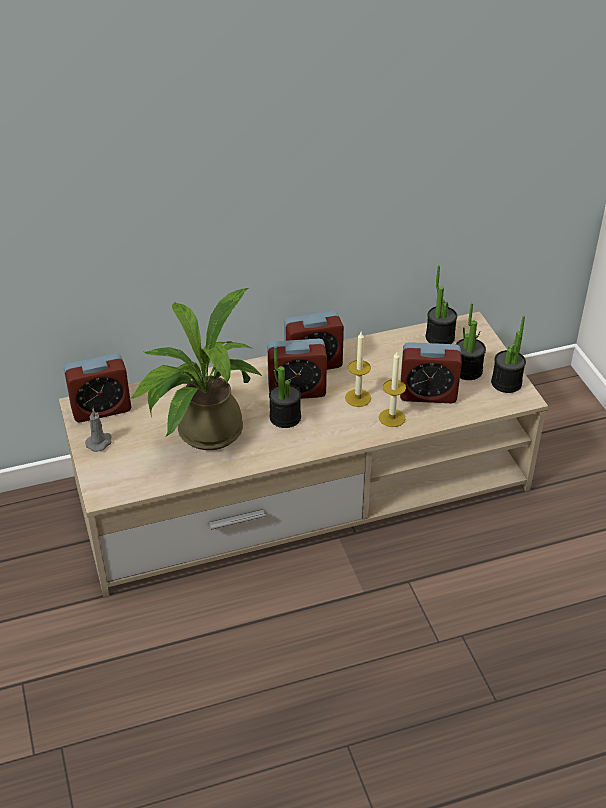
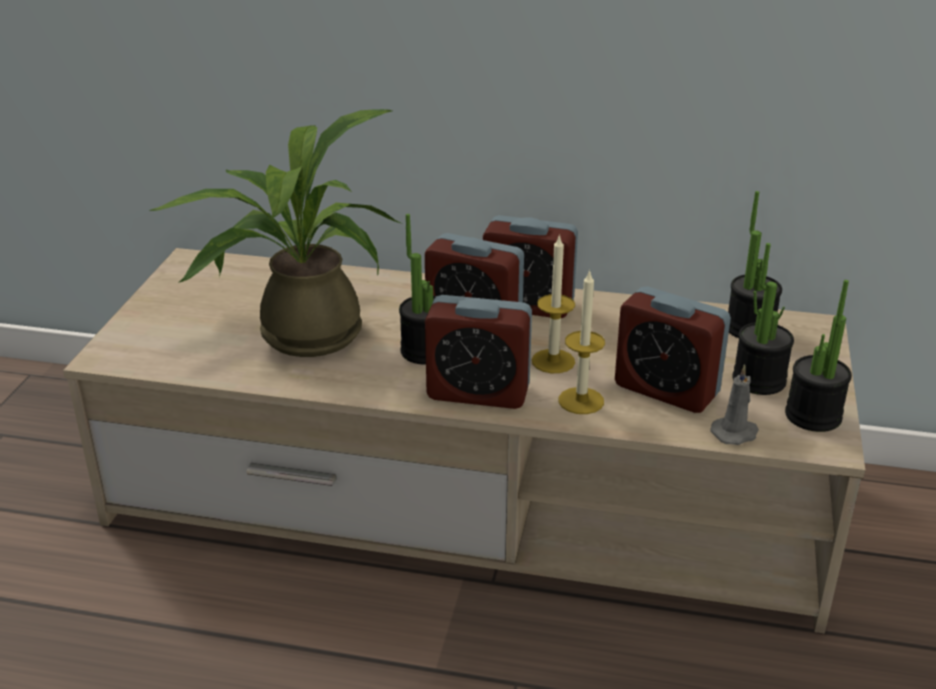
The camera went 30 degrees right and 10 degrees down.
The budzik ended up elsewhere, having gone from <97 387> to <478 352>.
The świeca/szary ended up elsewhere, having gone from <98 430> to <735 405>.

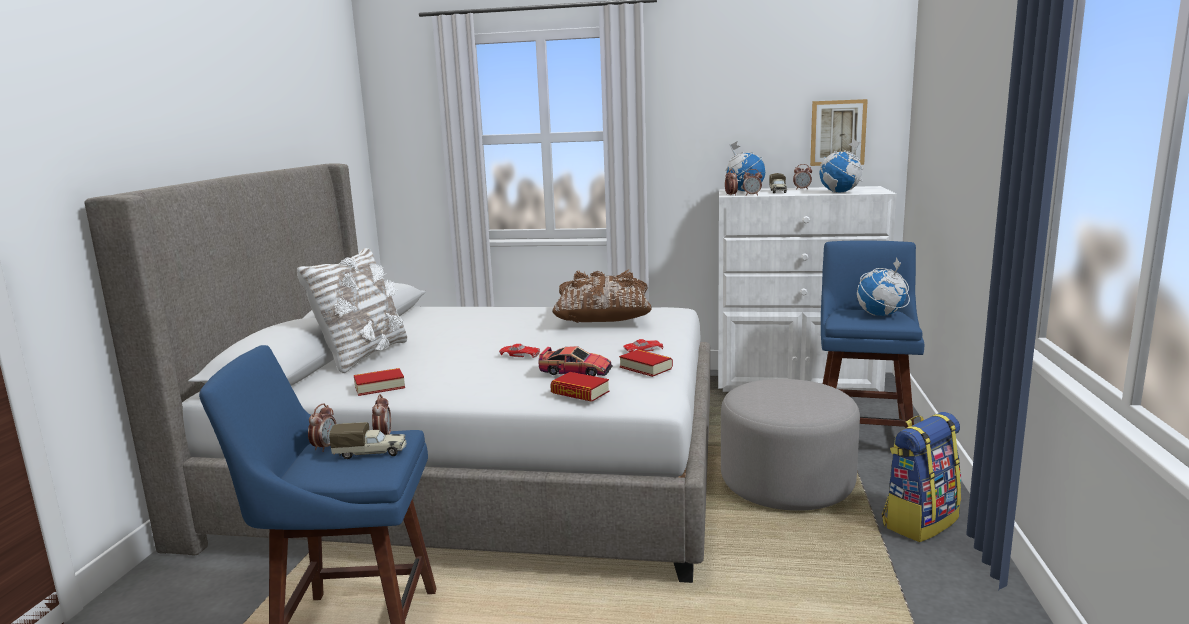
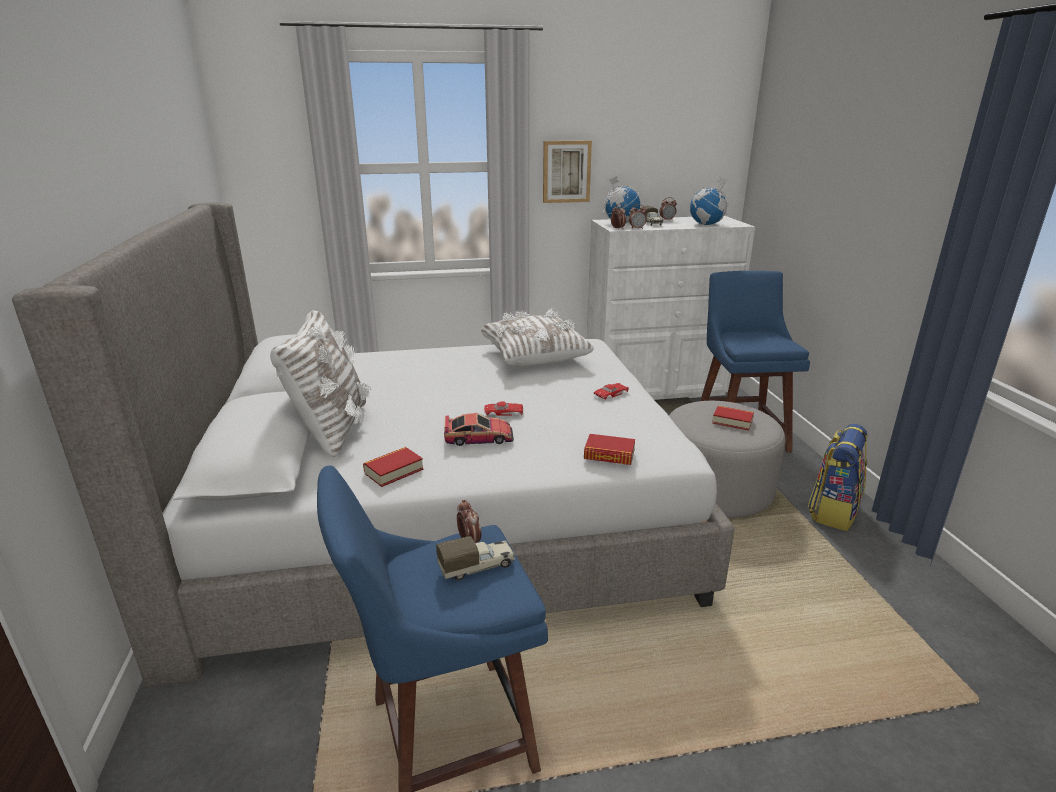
The camera went 20 degrees left and 10 degrees up.
The second view lost the budzik at <322 427>.
The samochodzik ended up elsewhere, having gone from <575 361> to <479 429>.
What was the poduszka/brązowy at <602 296> turned into the poduszka/biały at <537 337>.
The książka ended up elsewhere, having gone from <646 363> to <733 418>.
The obraz ended up elsewhere, having gone from <839 132> to <567 172>.
The second view lost the globus at <883 286>.

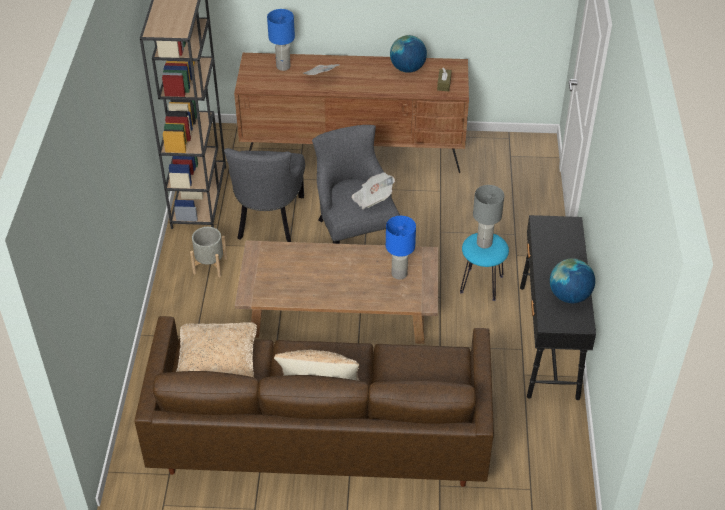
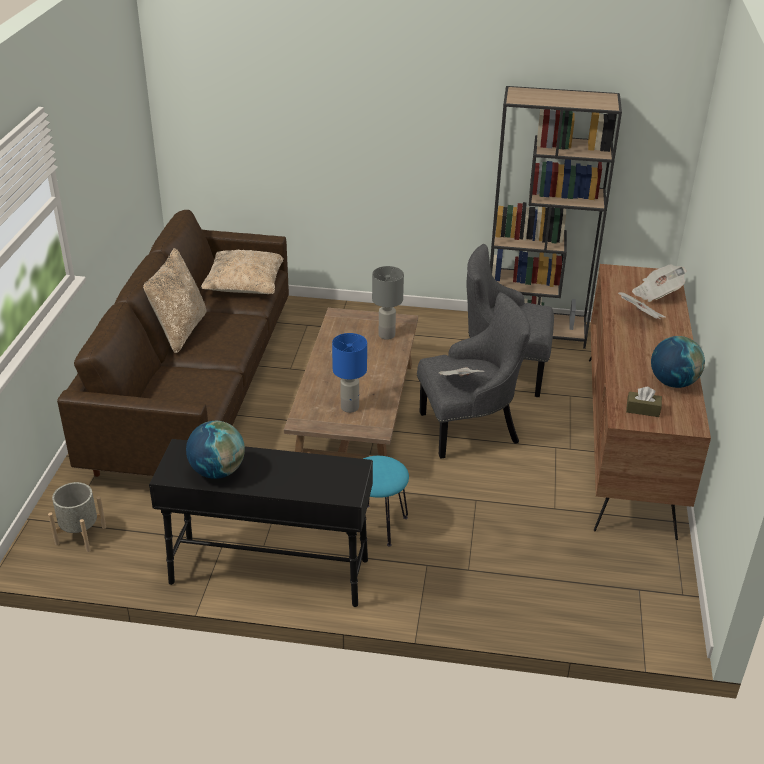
The camera went 95 degrees right and 10 degrees down.
The donica/szary ended up elsewhere, having gone from <208 252> to <77 517>.
Where the lampa stołowa/niebieski stood at <281 40>, the gazeta came to stand at <659 283>.
The lampa stołowa/szary ended up elsewhere, having gone from <488 216> to <388 303>.

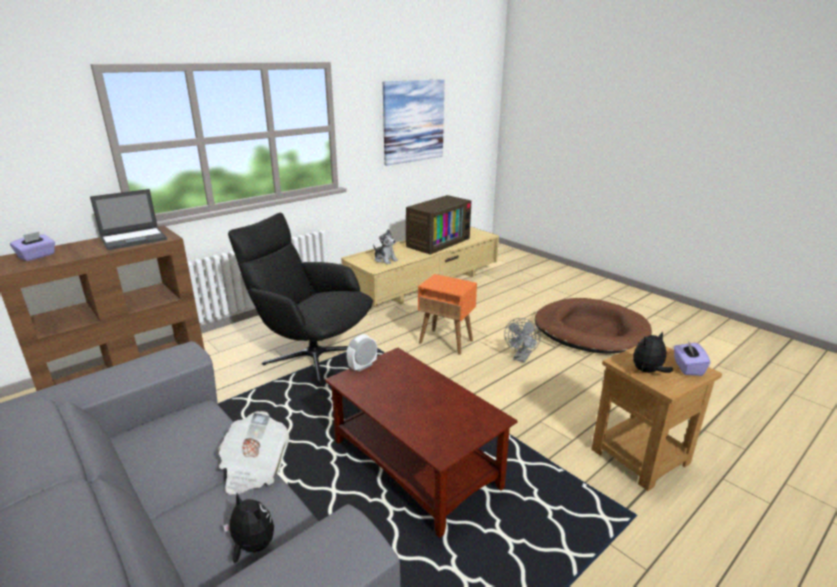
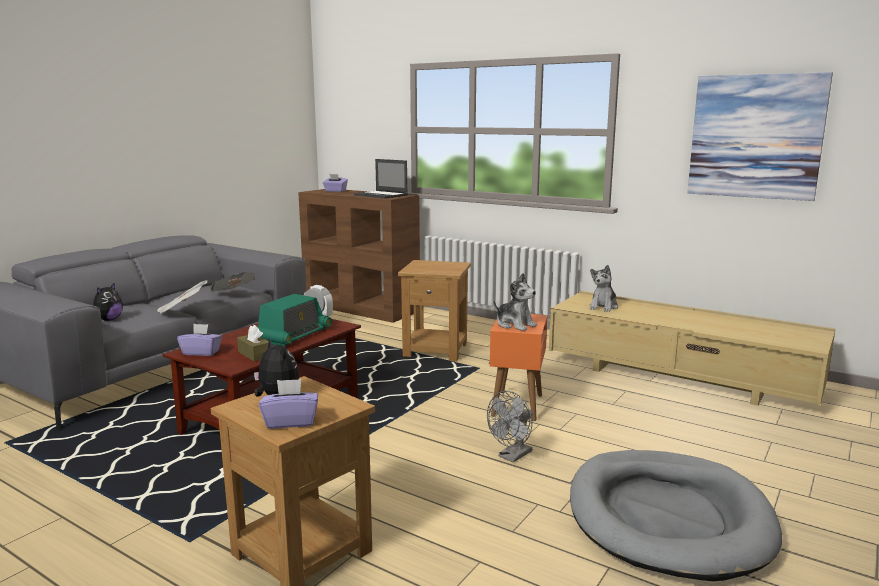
The camera went 75 degrees right and 10 degrees down.
Where the fotel/czarny stood at <300 298>, the stolik/brązowy came to stand at <434 311>.
The second view lost the telewizor at <439 225>.
The wentylator/szary at <522 340> ended up facing another way, 60 degrees counterclockwise from before.
What was the legowisko/brązowy at <593 326> turned into the legowisko/szary at <676 515>.
The second view gained the pudełko chusteczek/fioletowy at <199 340>.
The second view gained the gazeta at <232 281>.
The second view gained the pudełko chusteczek/brązowy at <253 343>.
The second view gained the radio at <295 320>.
The second view gained the pluszak at <515 302>.

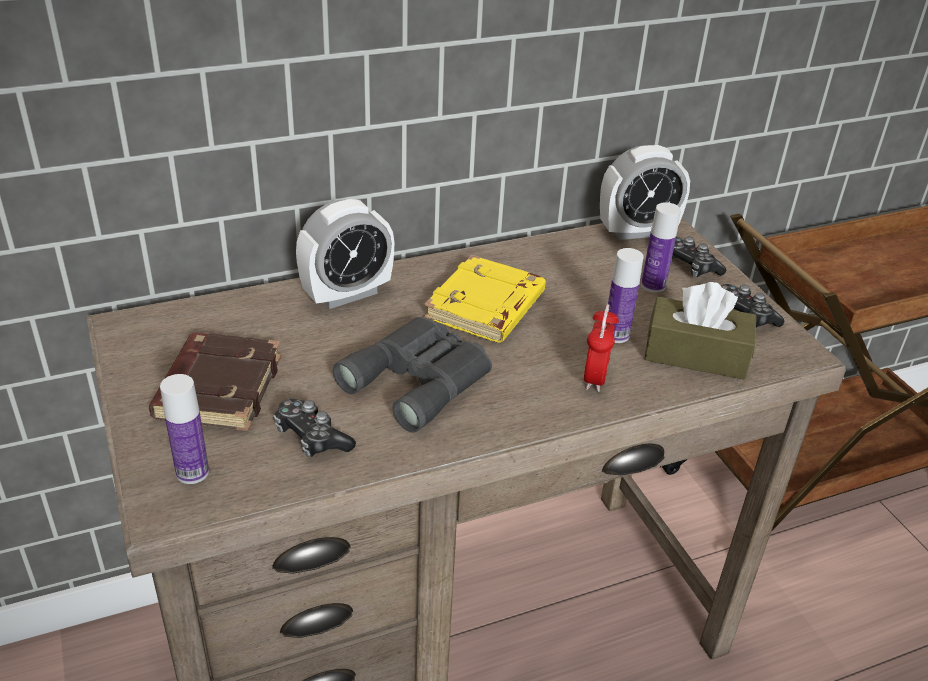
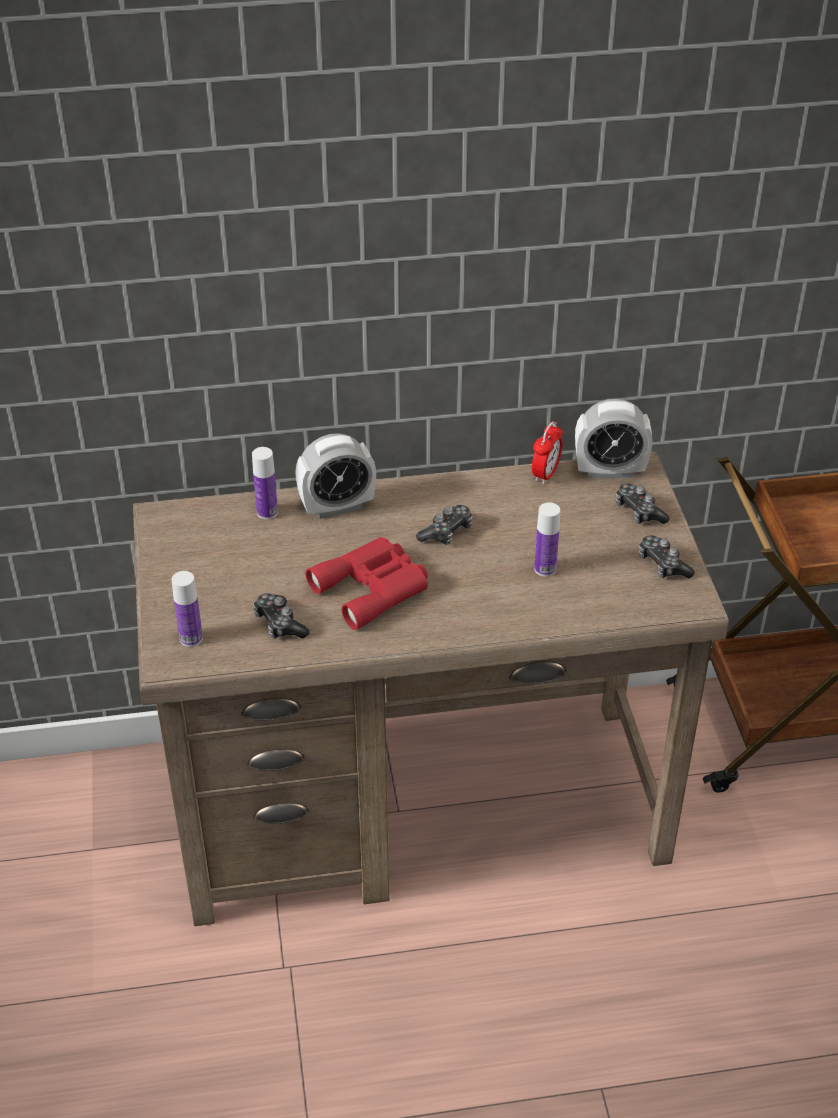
The camera went 15 degrees right and 5 degrees up.
The second view lost the książka/brązowy at <215 381>.
What was the lornetka/szary at <412 375> turned into the lornetka/czerwony at <366 583>.
Where the książka/żółty stood at <485 299>, the pad do gier came to stand at <444 525>.
The budzik ended up elsewhere, having gone from <601 348> to <547 453>.
The butelka ended up elsewhere, having gone from <661 247> to <265 483>.
The second view lost the pudełko chusteczek/brązowy at <700 330>.

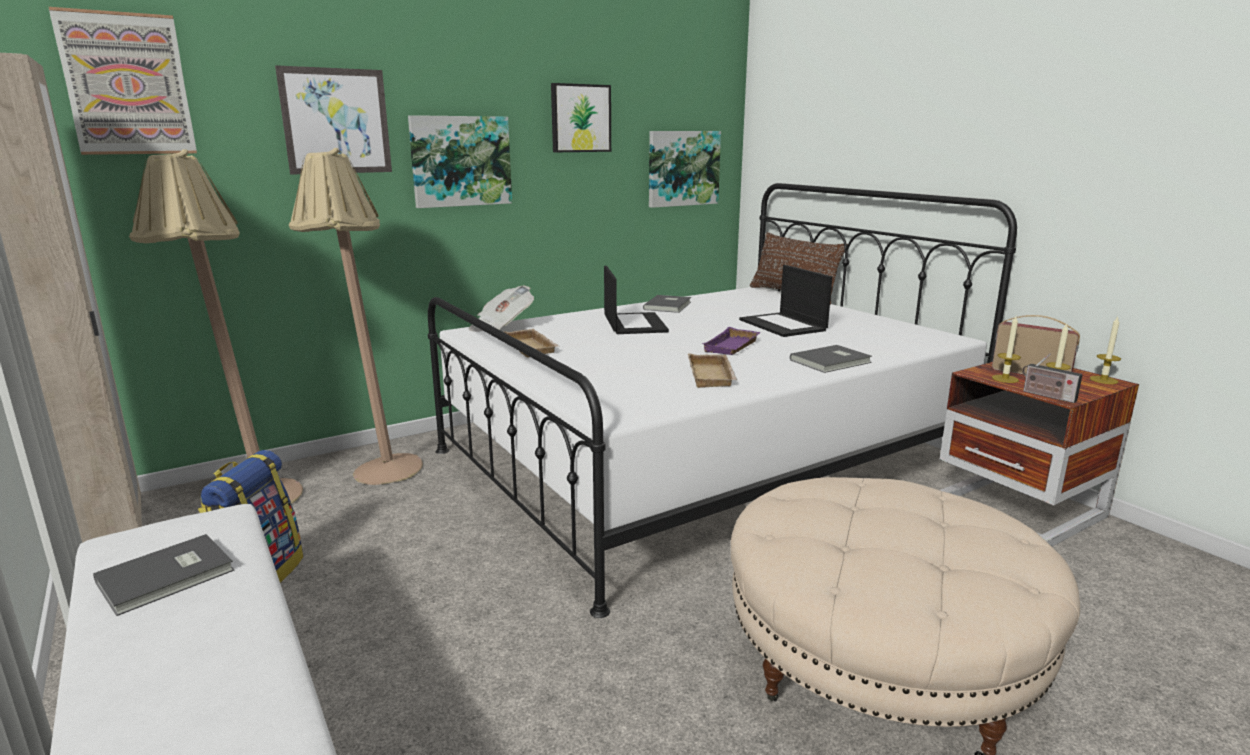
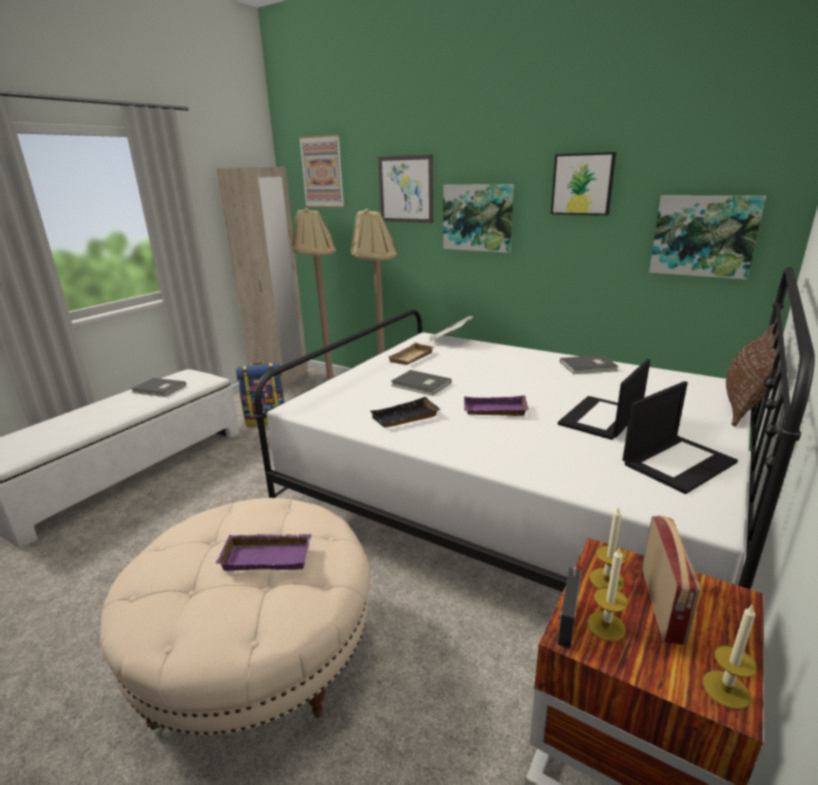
The camera went 65 degrees right and 5 degrees up.
The laptop ended up elsewhere, having gone from <636 300> to <680 437>.
What was the taca/beżowy at <712 371> turned into the taca/czarny at <405 412>.
The książka/szary ended up elsewhere, having gone from <831 359> to <421 383>.
The second view gained the taca/fioletowy at <264 552>.

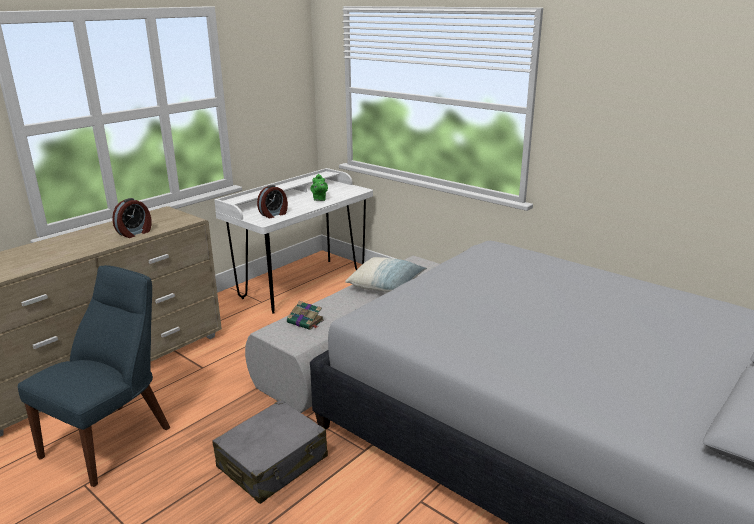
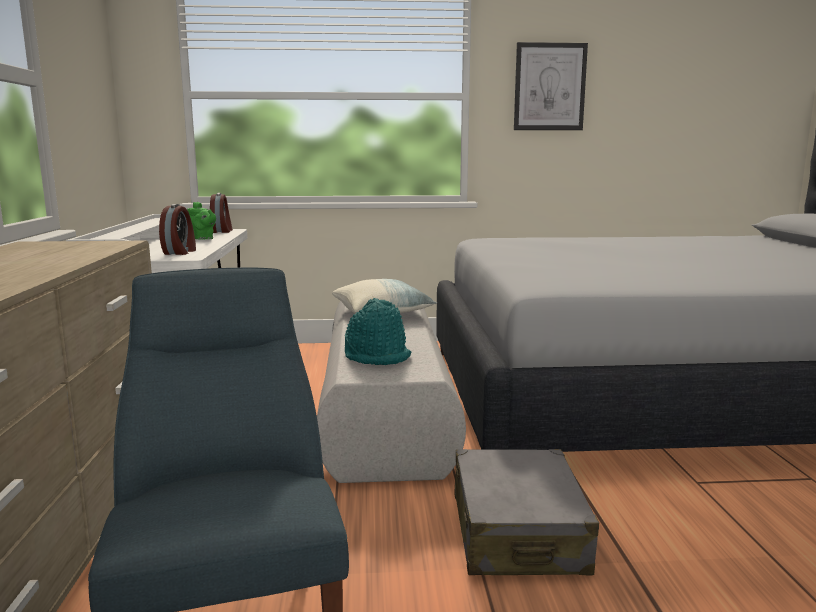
The camera went 45 degrees left and 10 degrees down.
The budzik ended up elsewhere, having gone from <132 218> to <221 213>.
Where the książka stood at <305 315>, the kapelusz/turkusowy came to stand at <378 331>.
The second view gained the obraz at <551 86>.

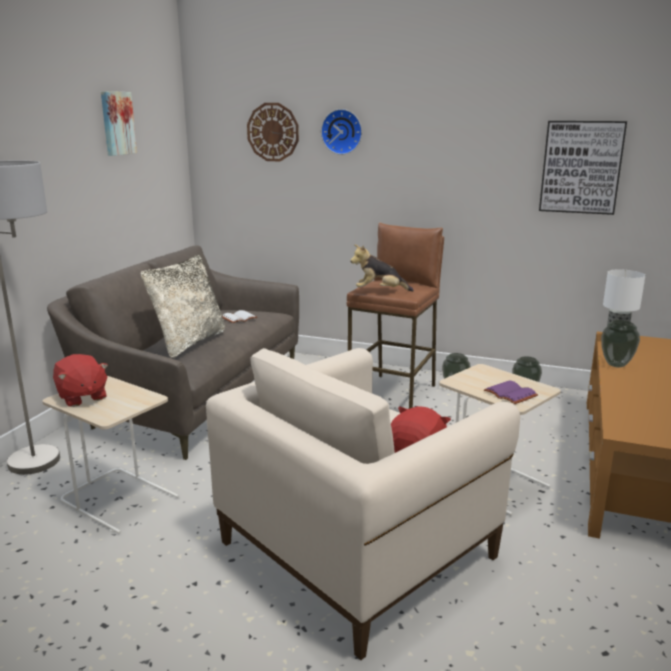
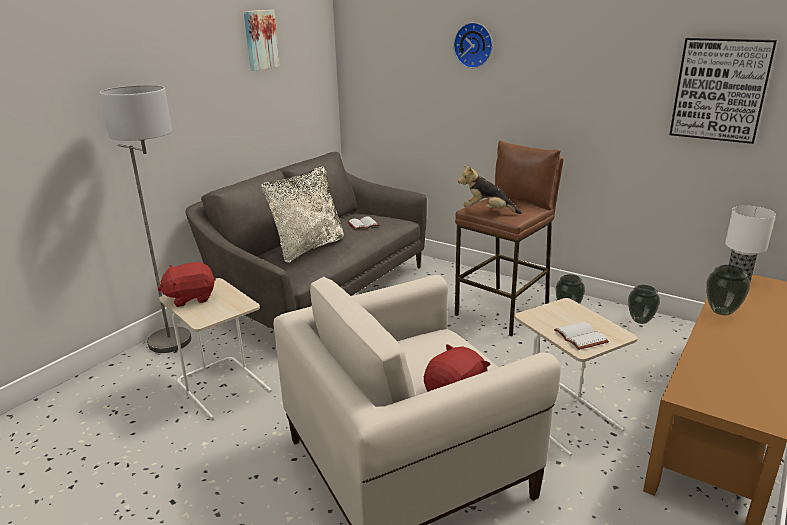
The camera went 15 degrees right and 5 degrees up.
The pluszak/czerwony at <80 380> ended up facing another way, 90 degrees clockwise from before.
The second view lost the zegar ścienny at <273 132>.
What was the książka/fioletowy at <511 392> turned into the książka/biały at <581 336>.

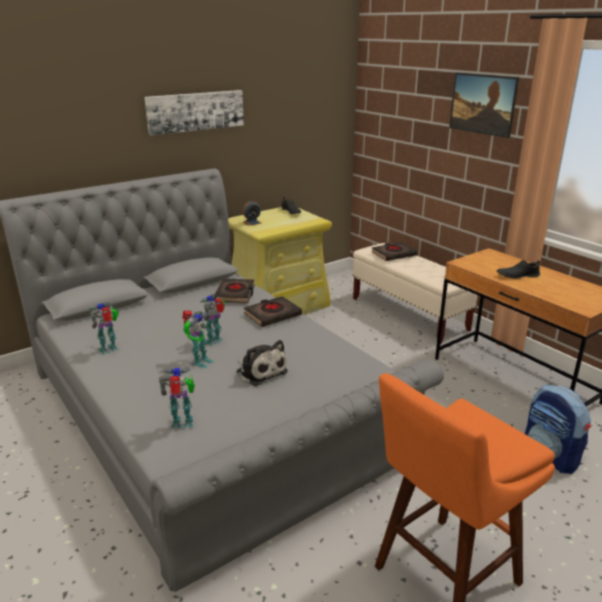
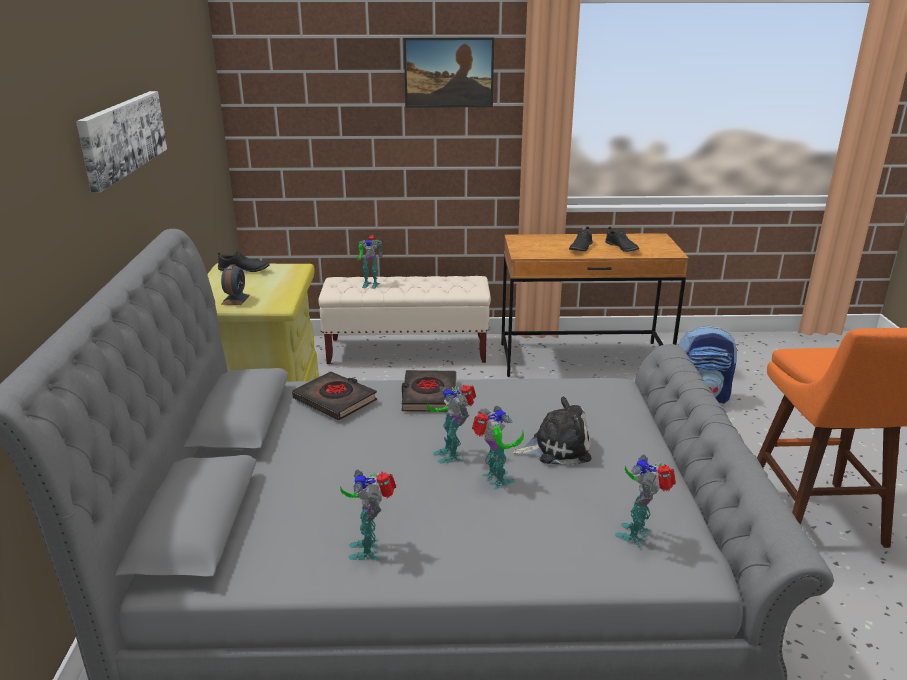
The camera went 55 degrees left and 0 degrees up.
Where the książka/czarny stood at <394 251>, the robot zabawkowy came to stand at <370 262>.
The second view gained the but/czarny at <622 239>.

